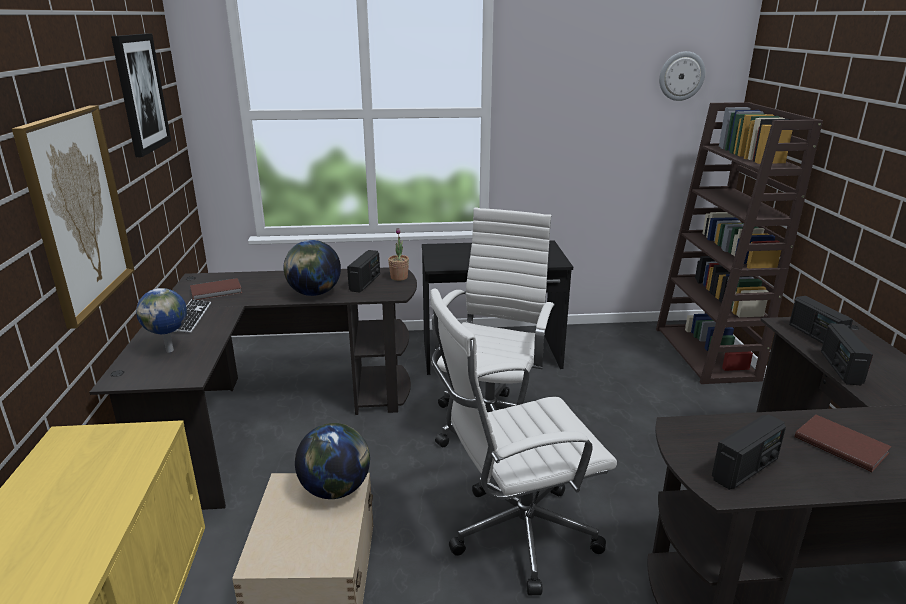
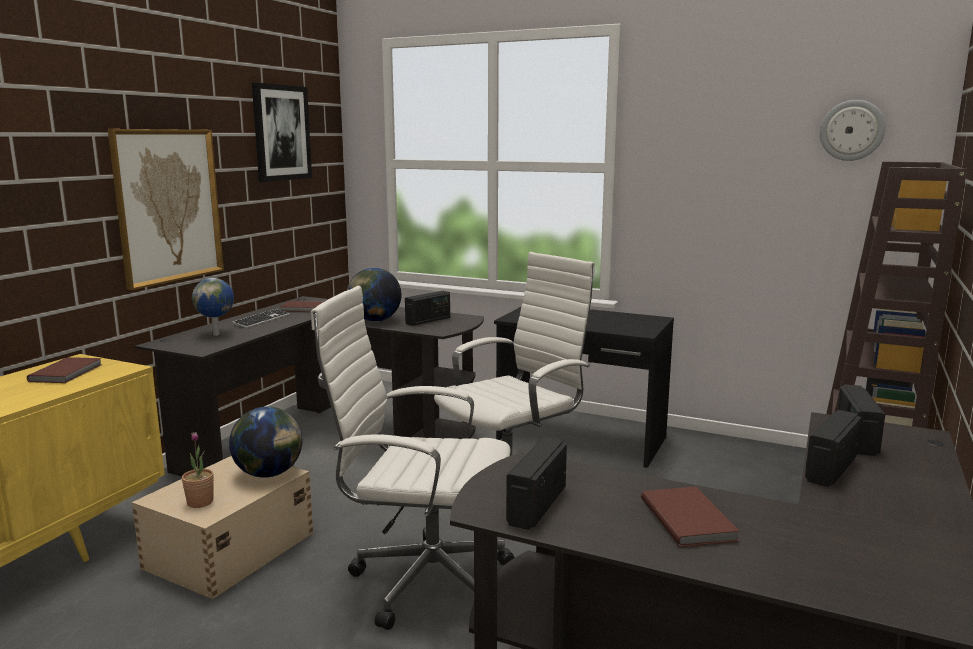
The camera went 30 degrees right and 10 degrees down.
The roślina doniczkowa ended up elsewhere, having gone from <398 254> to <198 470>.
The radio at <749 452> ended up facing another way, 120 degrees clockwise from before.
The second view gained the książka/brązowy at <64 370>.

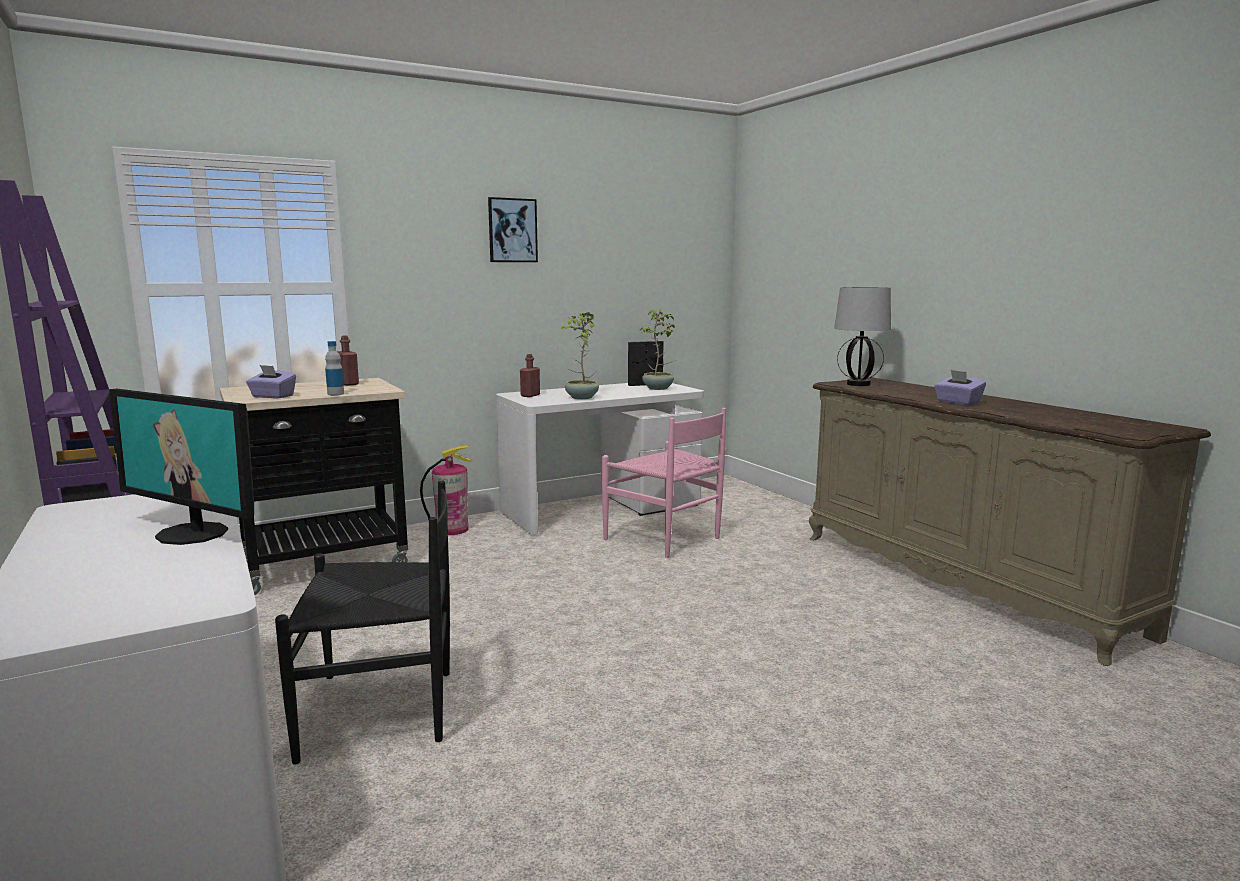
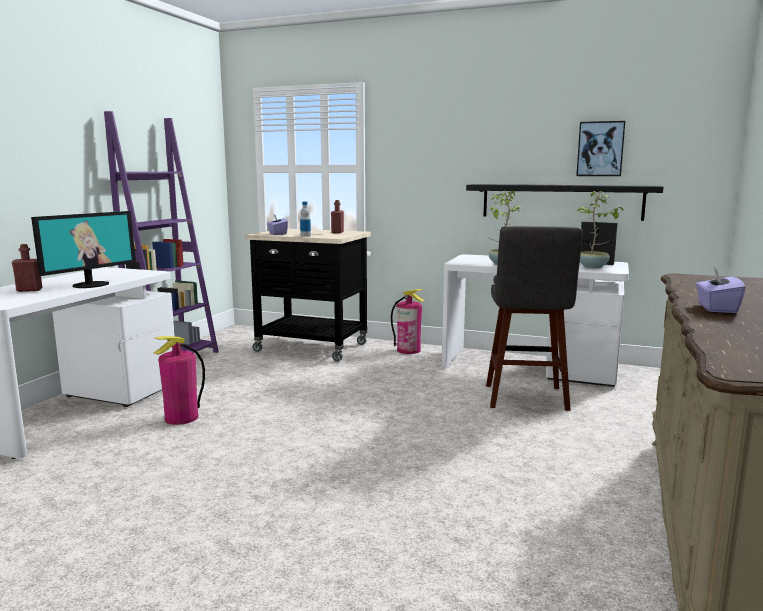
The camera went 50 degrees right and 0 degrees up.
The monitor at <181 467> ended up facing another way, 135 degrees counterclockwise from before.
Where the krzesło/czarny stood at <362 623>, the gaśnica came to stand at <179 380>.
The obraz ended up elsewhere, having gone from <513 229> to <600 148>.
The butelka/czerwony ended up elsewhere, having gone from <530 375> to <27 268>.
Where the krzesło/różowy stood at <664 483>, the stołek/szary came to stand at <534 318>.
The second view lost the lampa stołowa at <862 336>.
The second view gained the półka/czarny at <564 202>.

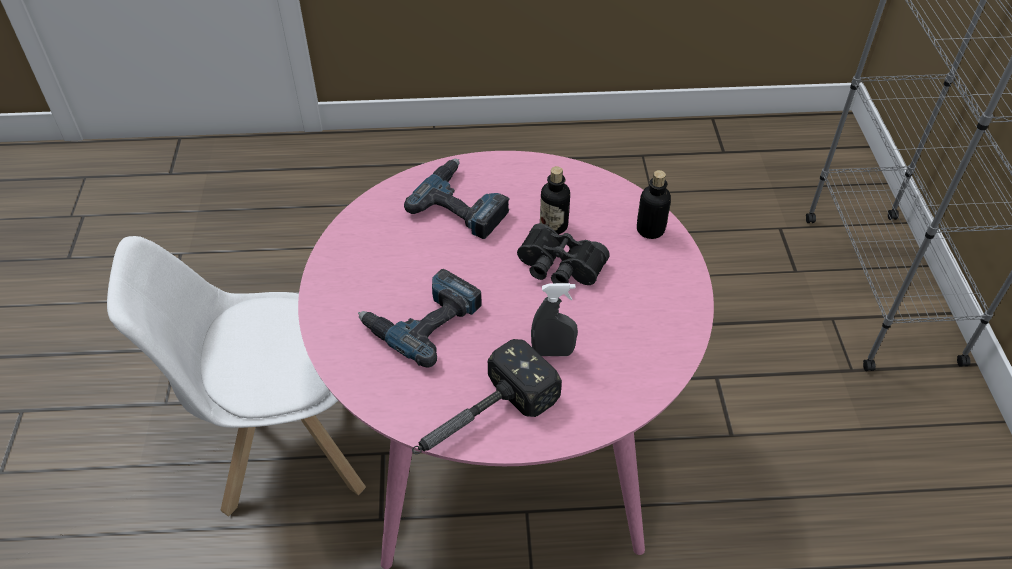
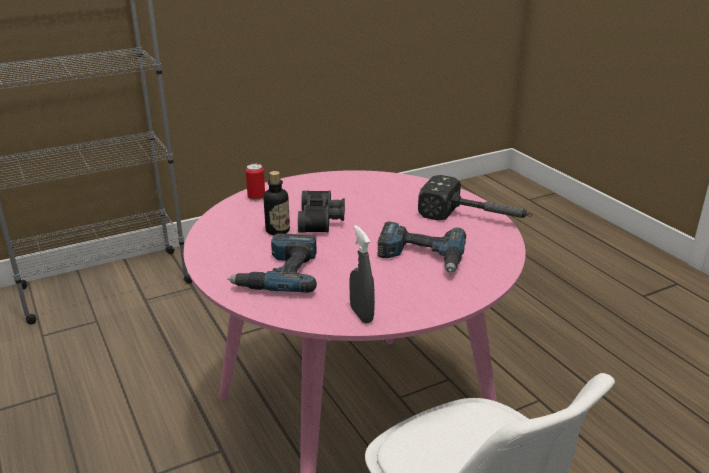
The camera went 115 degrees left and 20 degrees down.
The spryskiwacz/szary ended up elsewhere, having gone from <554 319> to <362 274>.
Where the butelka stood at <654 204>, the puszka came to stand at <255 183>.

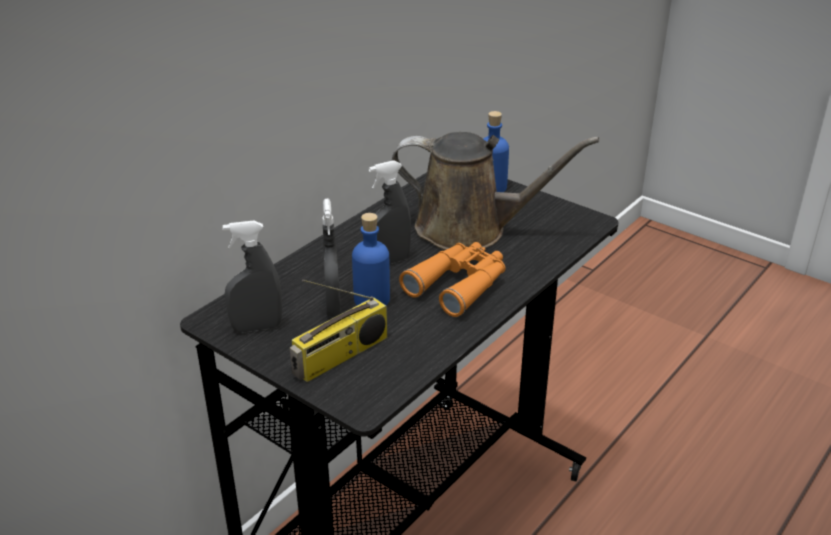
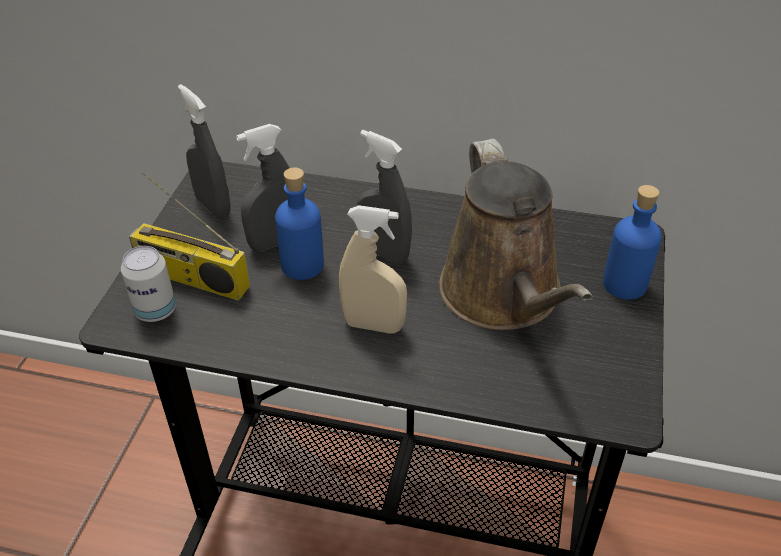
The camera went 65 degrees right and 10 degrees up.
Where the lornetka/pomarańczowy stood at <452 279>, the spryskiwacz/beżowy came to stand at <373 269>.
The second view gained the puszka at <148 284>.

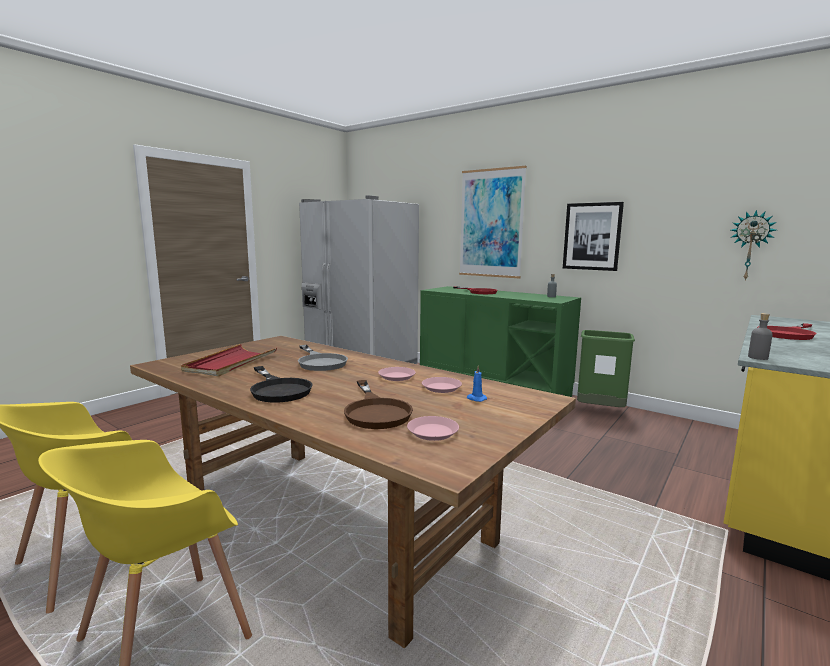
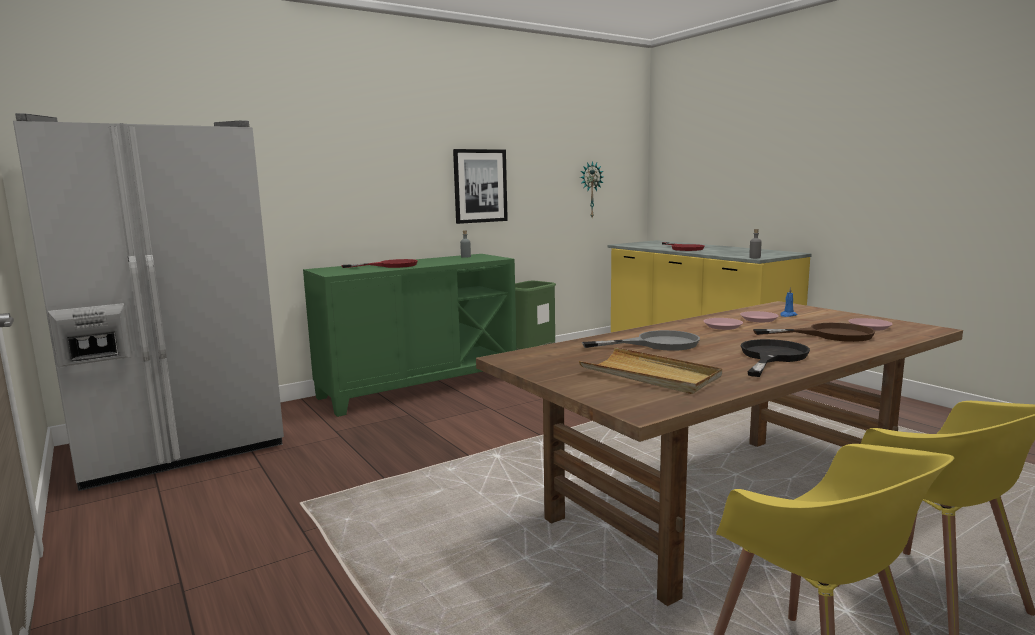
The camera went 70 degrees left and 0 degrees up.
What was the taca/czerwony at <229 360> turned into the taca/beżowy at <650 370>.
The patelnia/czarny at <281 384> ended up facing another way, 45 degrees counterclockwise from before.
The second view lost the obraz at <493 222>.

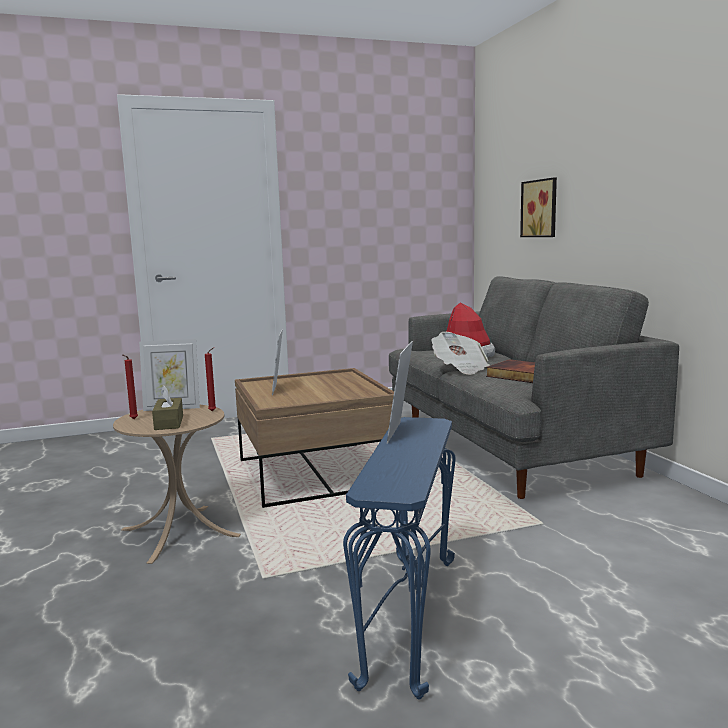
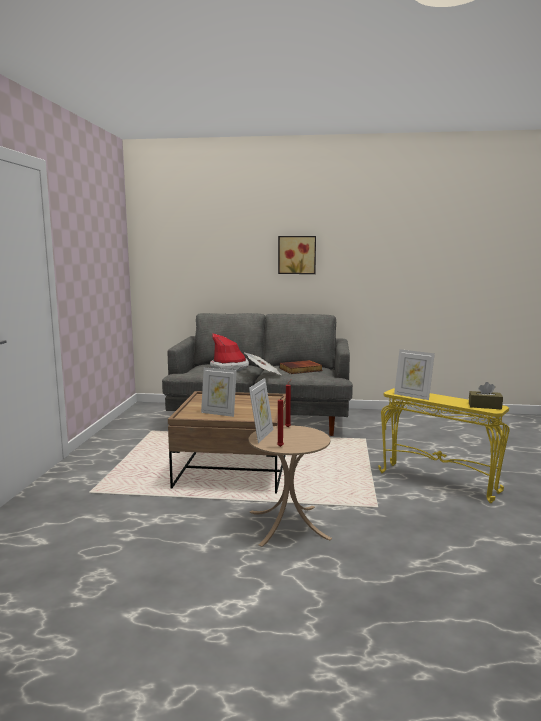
The camera went 65 degrees left and 0 degrees up.
The pudełko chusteczek/brązowy ended up elsewhere, having gone from <167 407> to <486 396>.
What was the stolik/niebieski at <399 558> turned into the stolik/żółty at <444 445>.
The obraz ended up elsewhere, having gone from <538 207> to <297 255>.

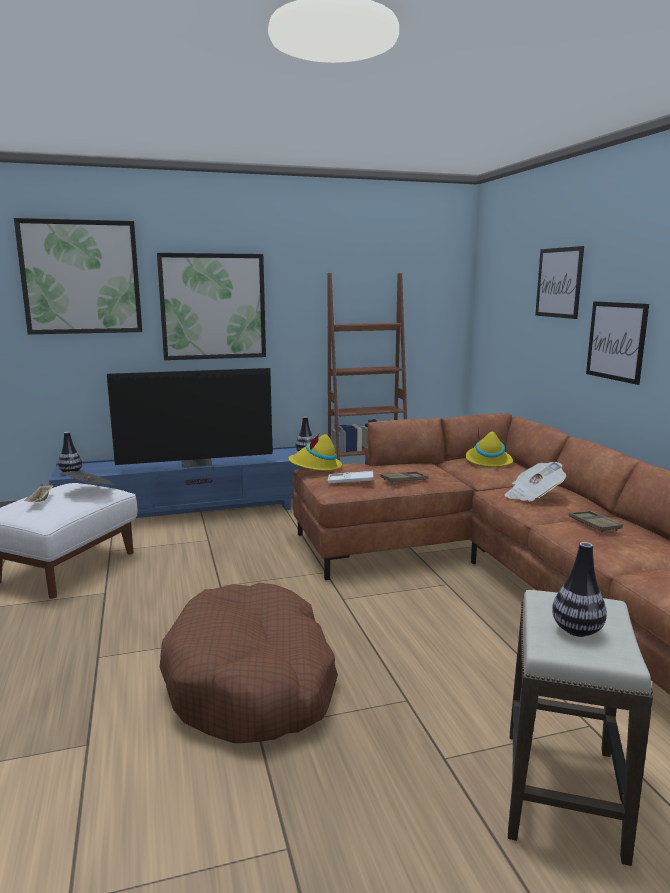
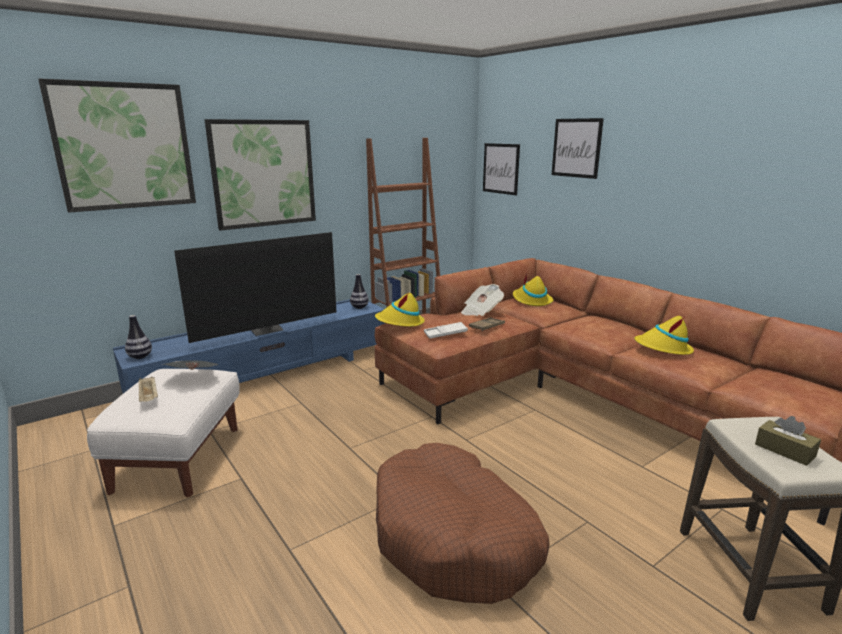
The camera went 20 degrees left and 5 degrees up.
The gazeta ended up elsewhere, having gone from <535 482> to <482 300>.
Where the wazon stood at <579 589>, the pudełko chusteczek/brązowy came to stand at <788 441>.
Where the taca/brązowy stood at <595 521>, the kapelusz/żółty came to stand at <664 335>.
The obraz ended up elsewhere, having gone from <617 343> to <501 169>.

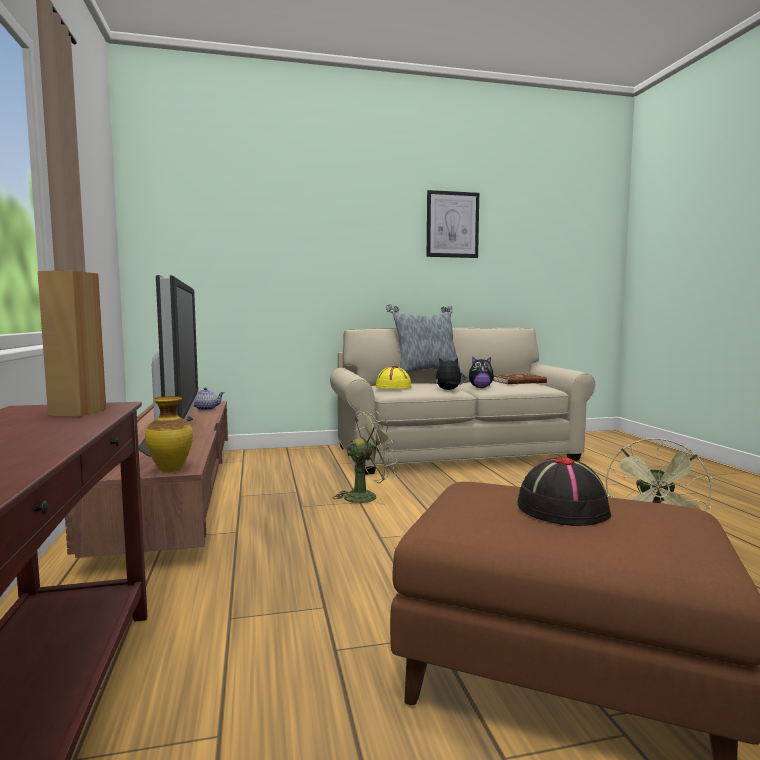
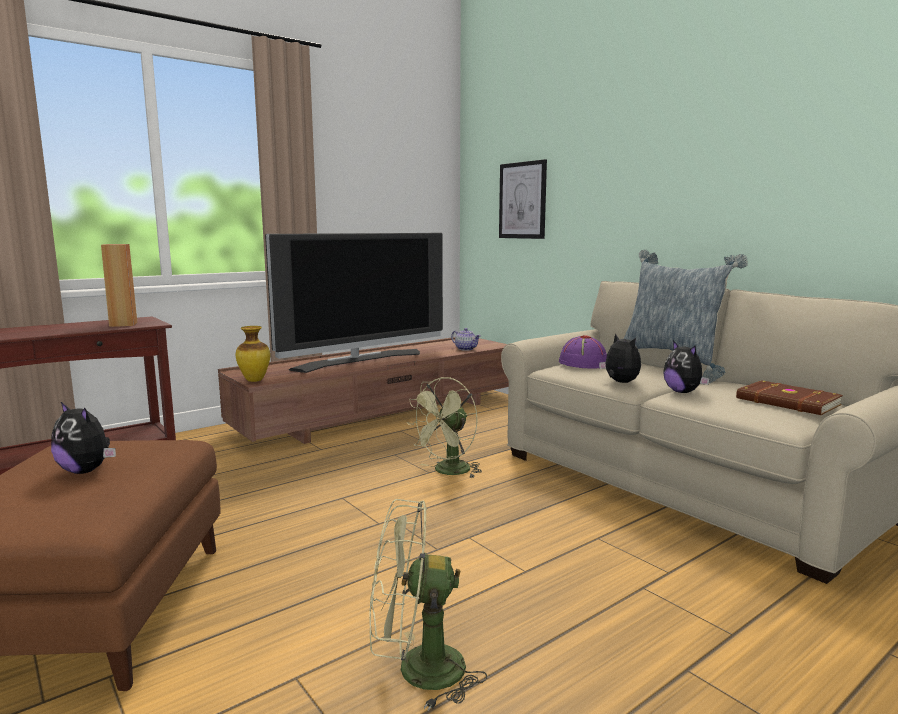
The camera went 65 degrees right and 5 degrees up.
The wentylator/zielony at <365 457> ended up facing another way, 90 degrees clockwise from before.
What was the kapelusz/żółty at <394 377> turned into the kapelusz/fioletowy at <583 352>.
The obraz ended up elsewhere, having gone from <453 224> to <523 199>.
Where the kapelusz/czarny stood at <564 491>, the pluszak came to stand at <83 438>.

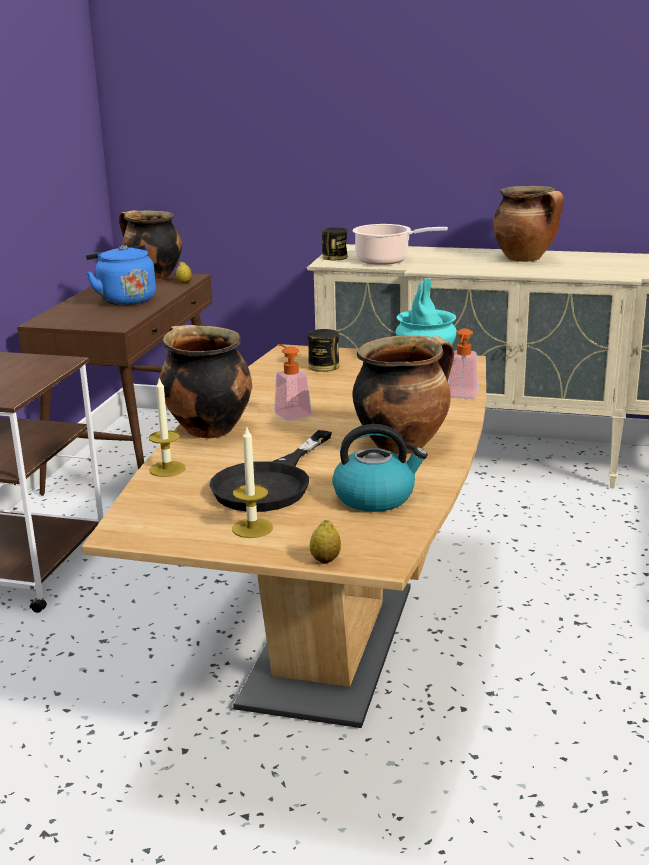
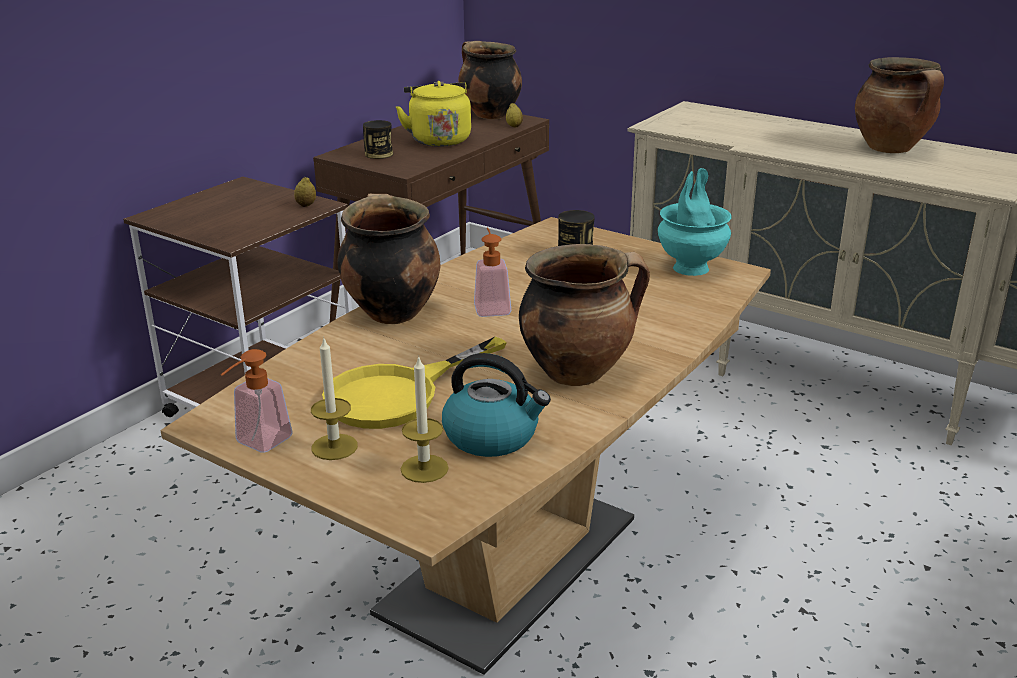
The camera went 20 degrees right and 5 degrees up.
What was the czajnik/niebieski at <121 275> turned into the czajnik/żółty at <433 114>.
The świeca ended up elsewhere, having gone from <167 428> to <425 419>.
What was the patelnia/czarny at <270 471> turned into the patelnia/żółty at <414 383>.
The cytryna ended up elsewhere, having gone from <325 542> to <305 192>.
The puszka ended up elsewhere, having gone from <335 243> to <378 139>.
The second view lost the garnek at <400 244>.
The dozownik mydła ended up elsewhere, having gone from <463 363> to <257 401>.

